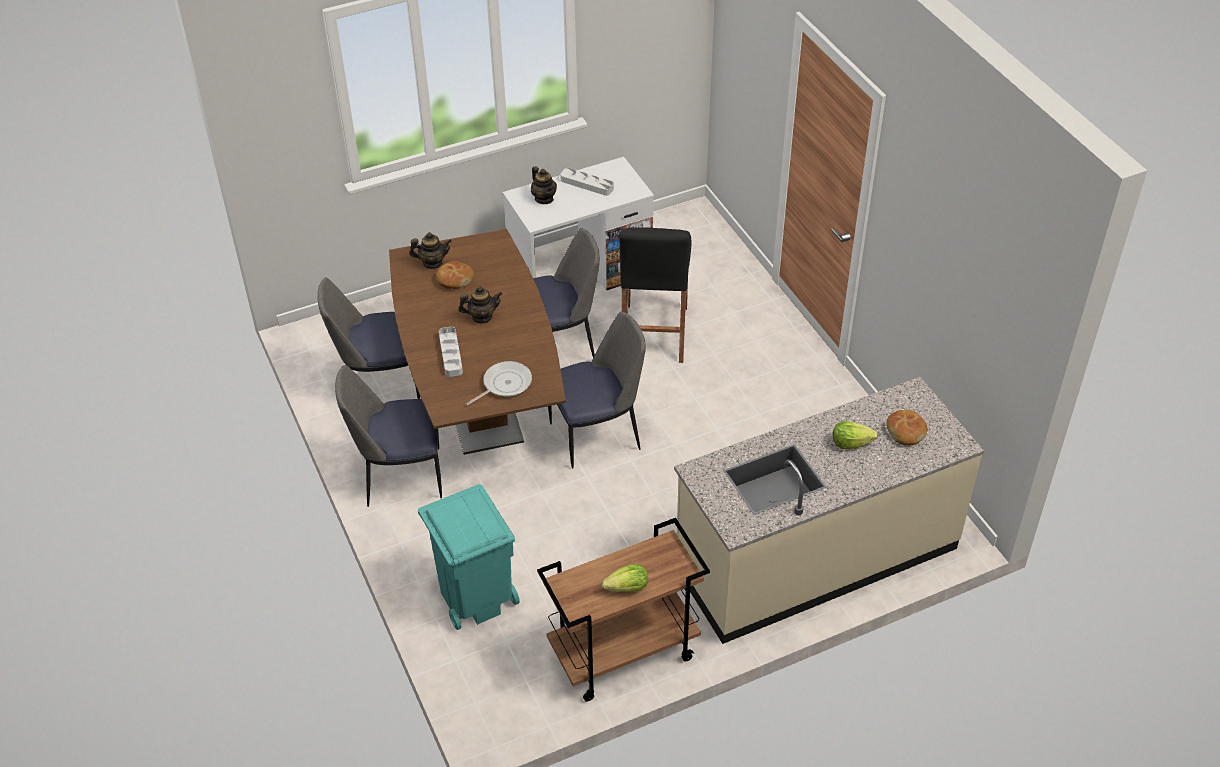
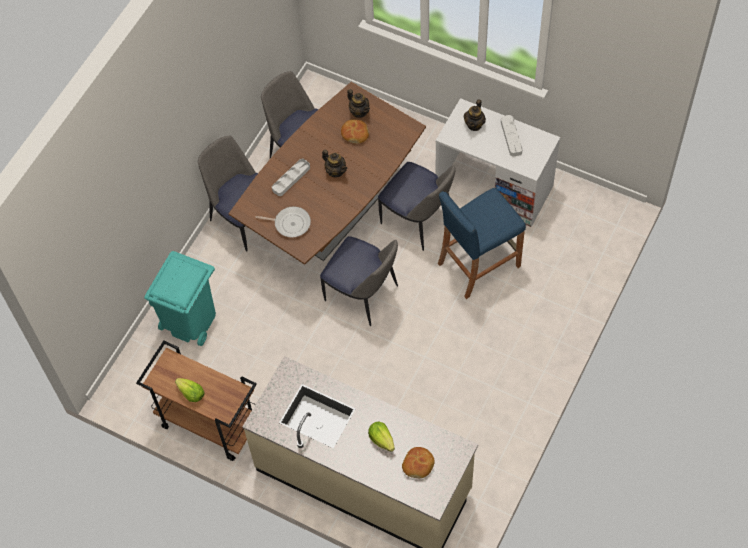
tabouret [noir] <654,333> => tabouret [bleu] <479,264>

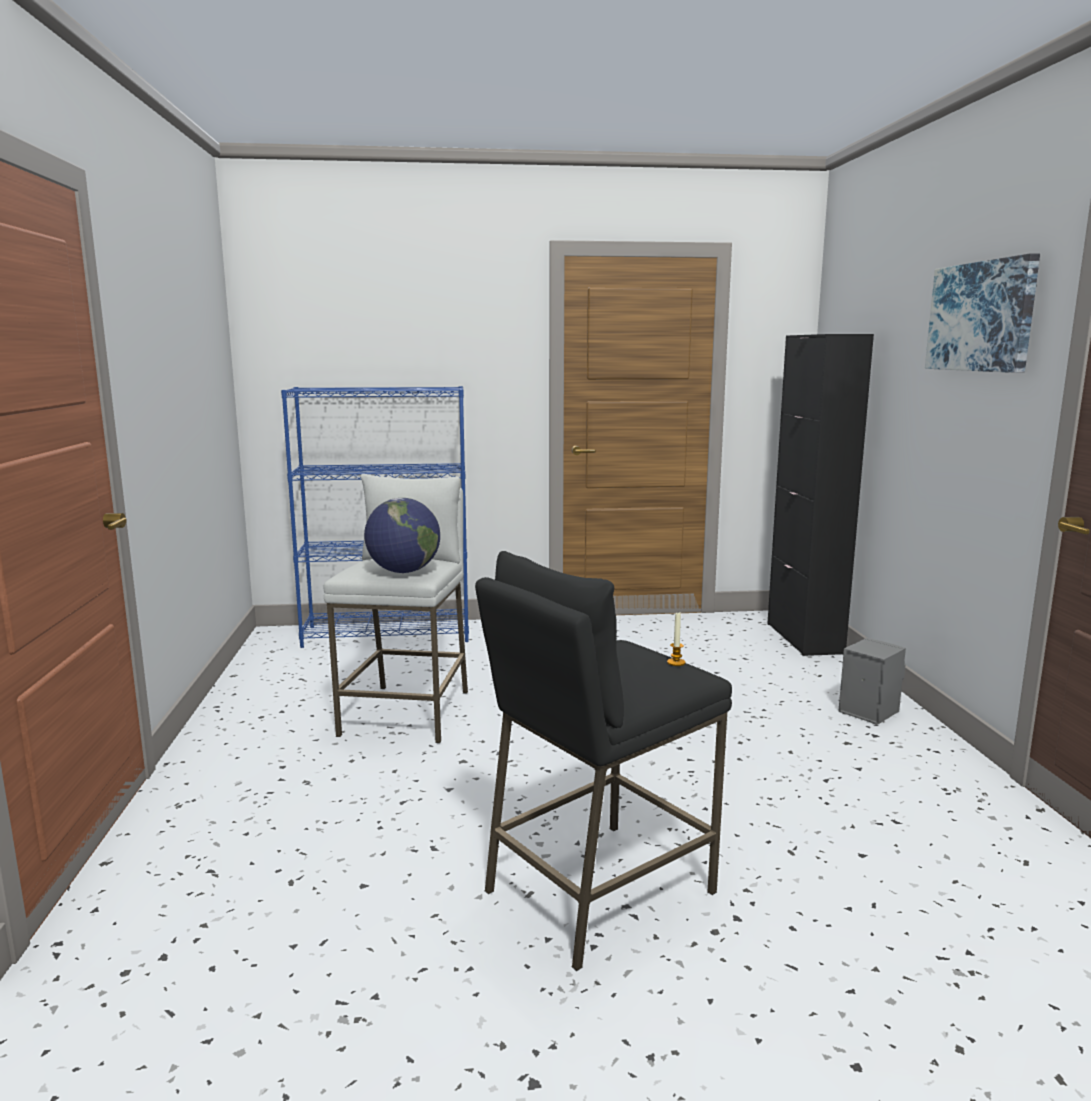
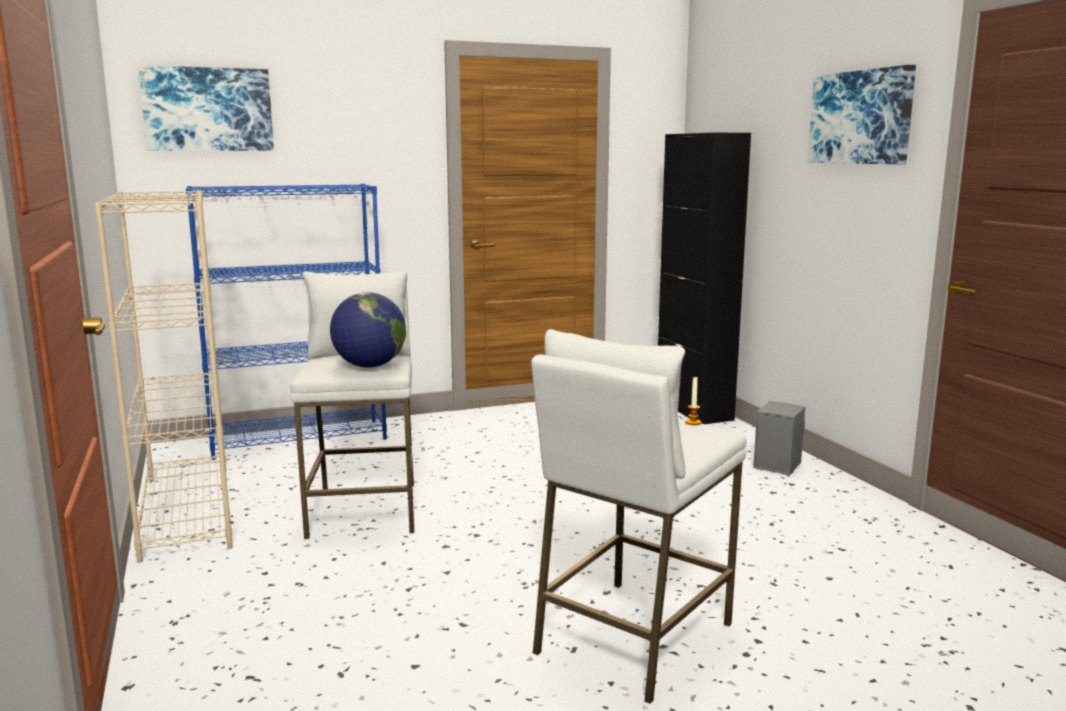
nothing => bibliothèque [beige] <186,510>
nothing => tableau <208,109>
tabouret [noir] <598,892> => tabouret [blanc] <632,638>

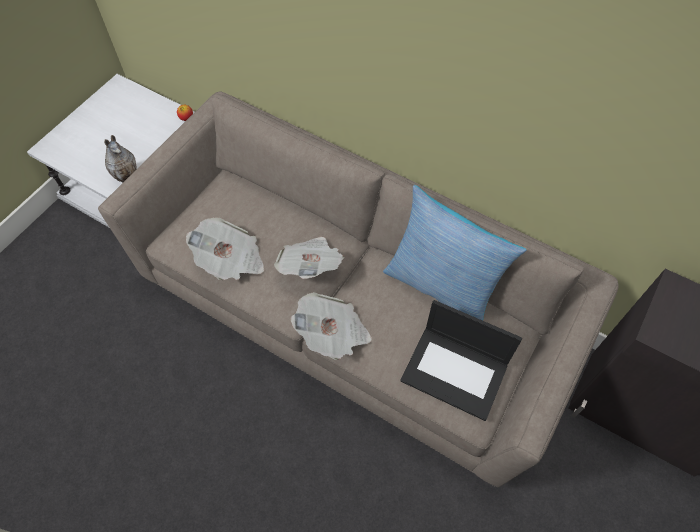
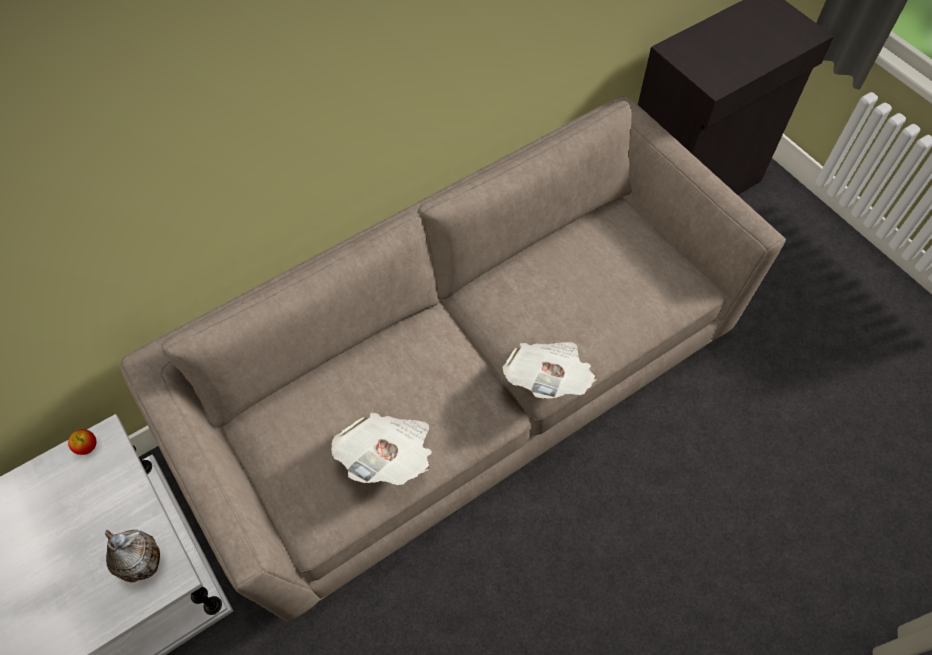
journal <310,266> => nothing
coussin <441,288> => nothing
ordinateur portable <456,372> => nothing

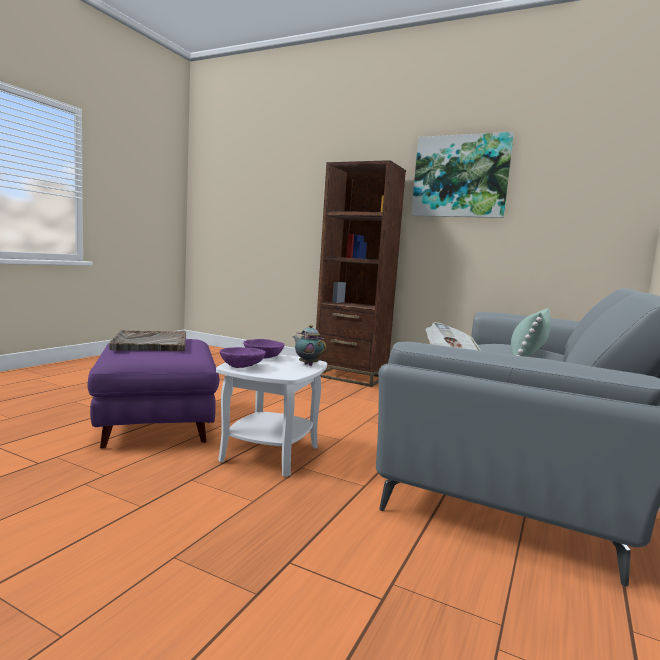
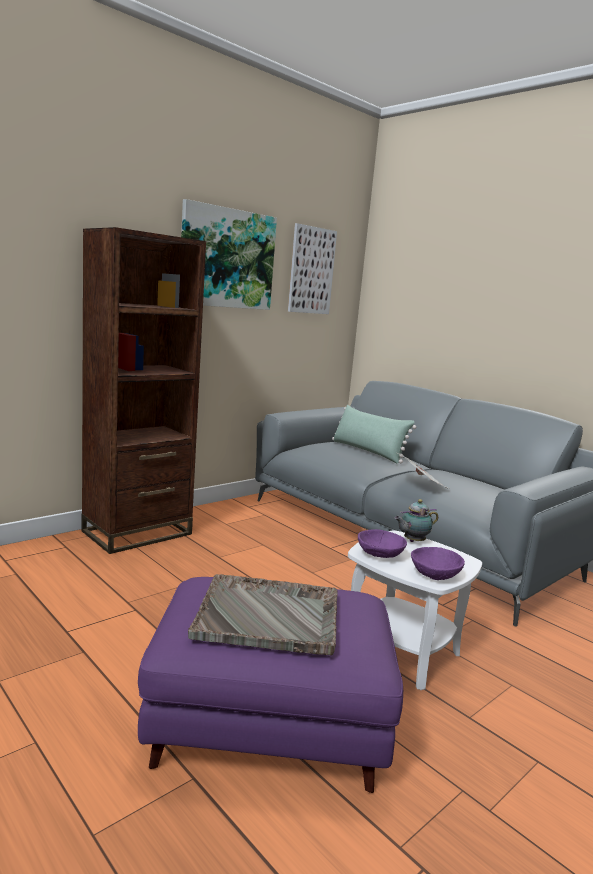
nothing => tableau <311,270>

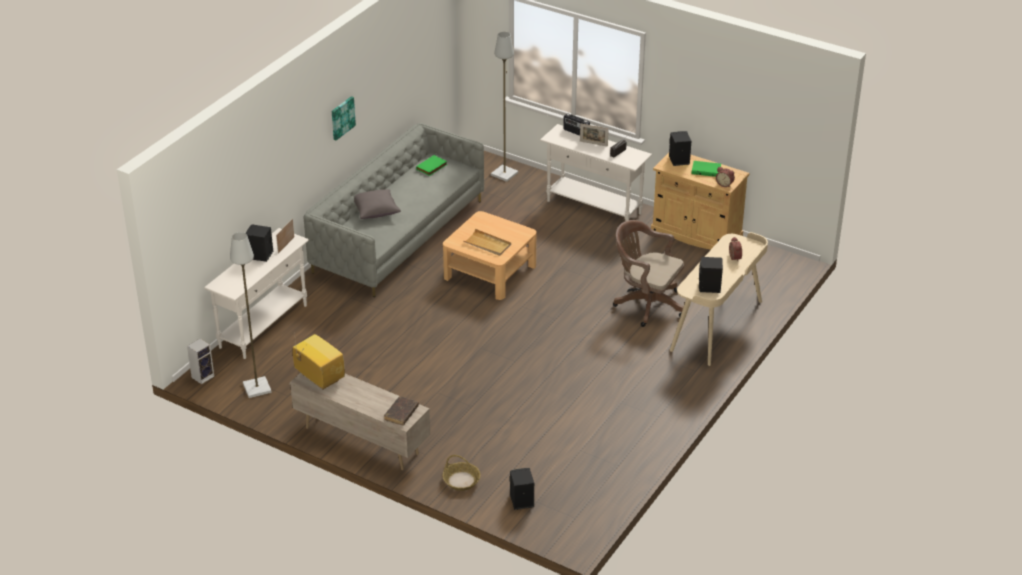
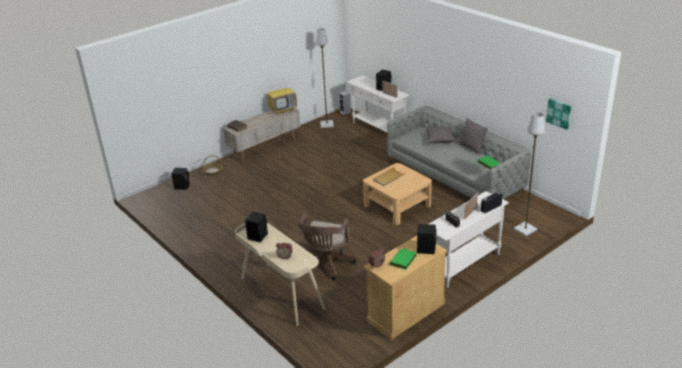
nothing => coussin [gris] <472,148>
tableau <342,117> => tableau <559,113>, moved
chaise de bureau [marron] <646,304> => chaise de bureau [marron] <326,265>, 150 degrees clockwise

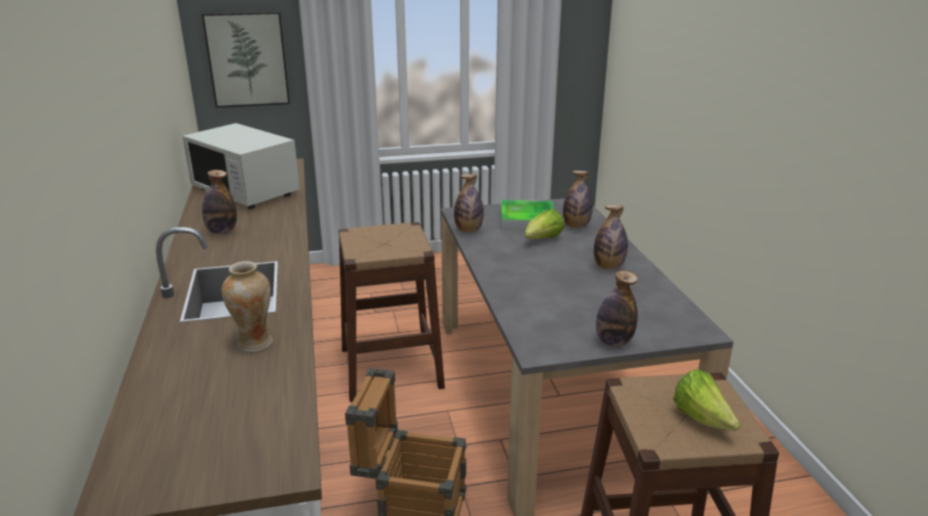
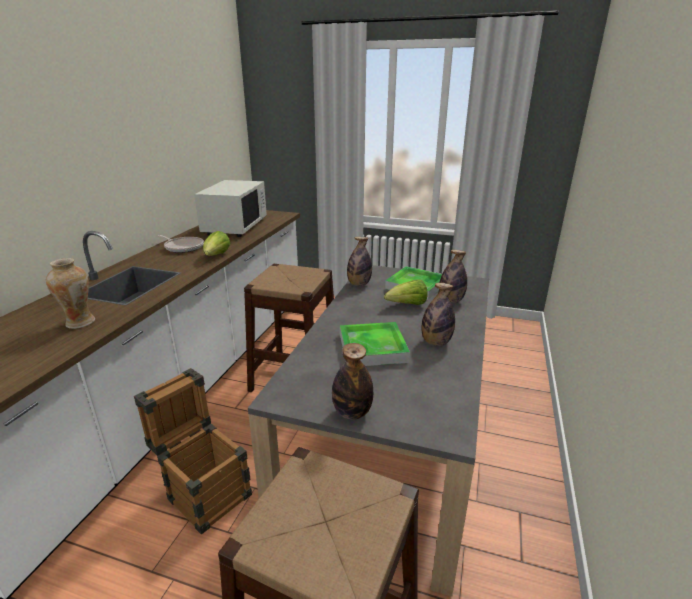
tableau <247,59> => nothing
nothing => plateau <372,348>
laitue <702,419> => laitue <216,256>, moved
bouteille <222,231> => poêle <183,247>
micro-ondes [blanc] <246,191> => micro-ondes [blanc] <235,226>, 150 degrees counterclockwise

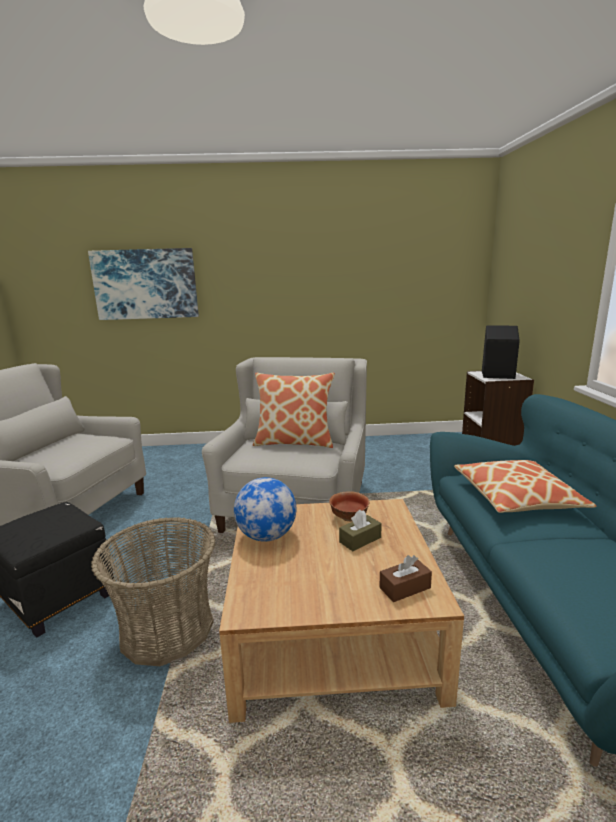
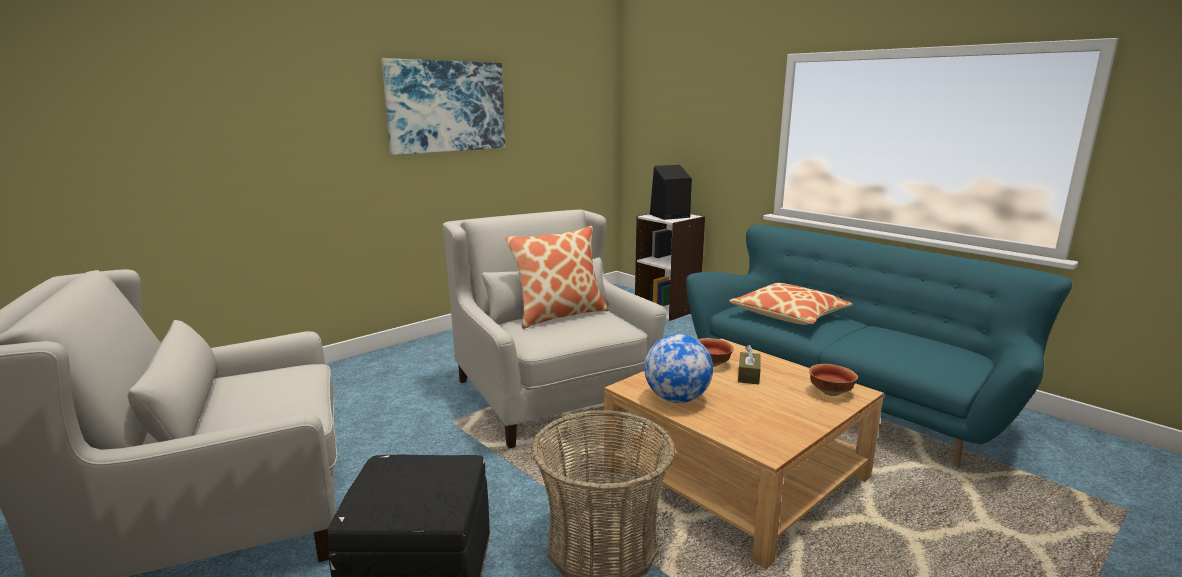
tableau <145,284> => tableau <446,106>, moved
boîte à mouchoirs [marron] <405,588> => bol <830,392>

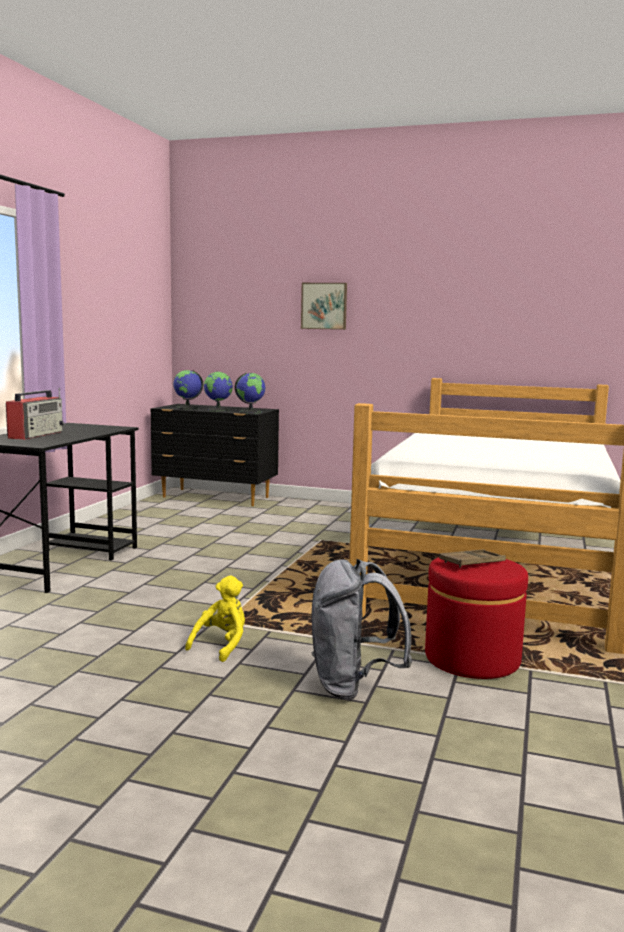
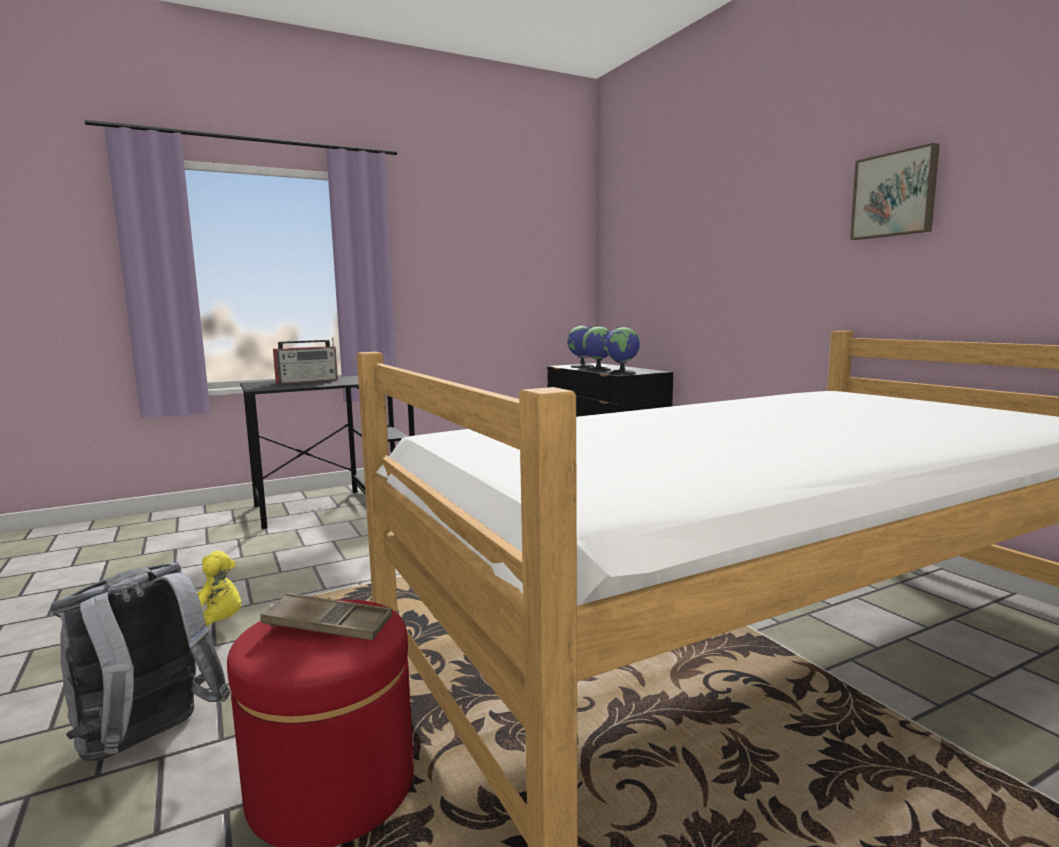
tableau <324,306> => tableau <895,195>, moved

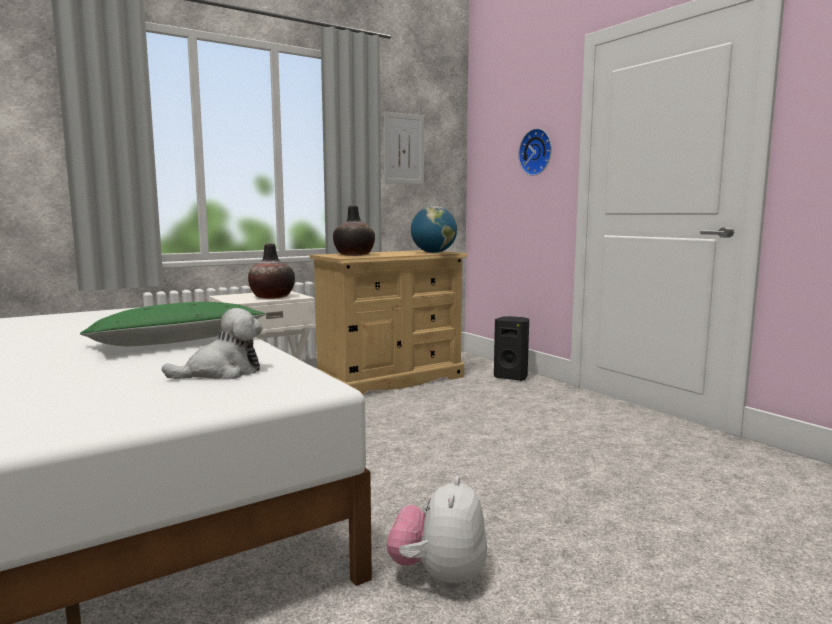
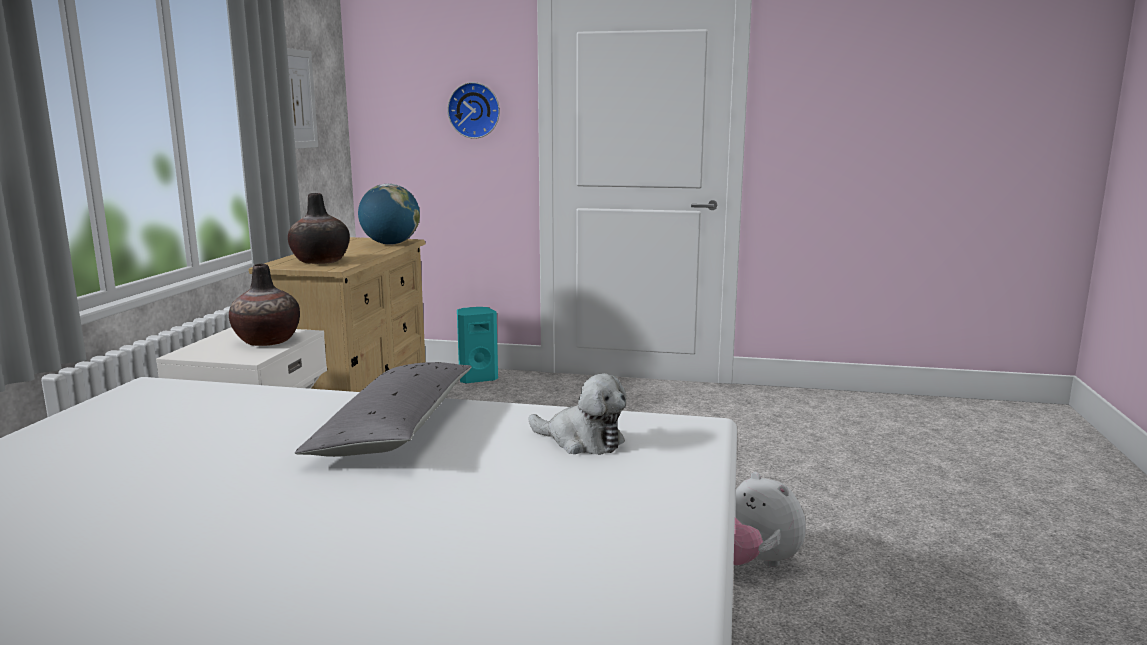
coussin [vert] <176,342> => coussin [gris] <394,429>
enceinte [noir] <512,377> => enceinte [turquoise] <477,378>
peluche <222,372> => peluche <582,441>, 105 degrees clockwise

